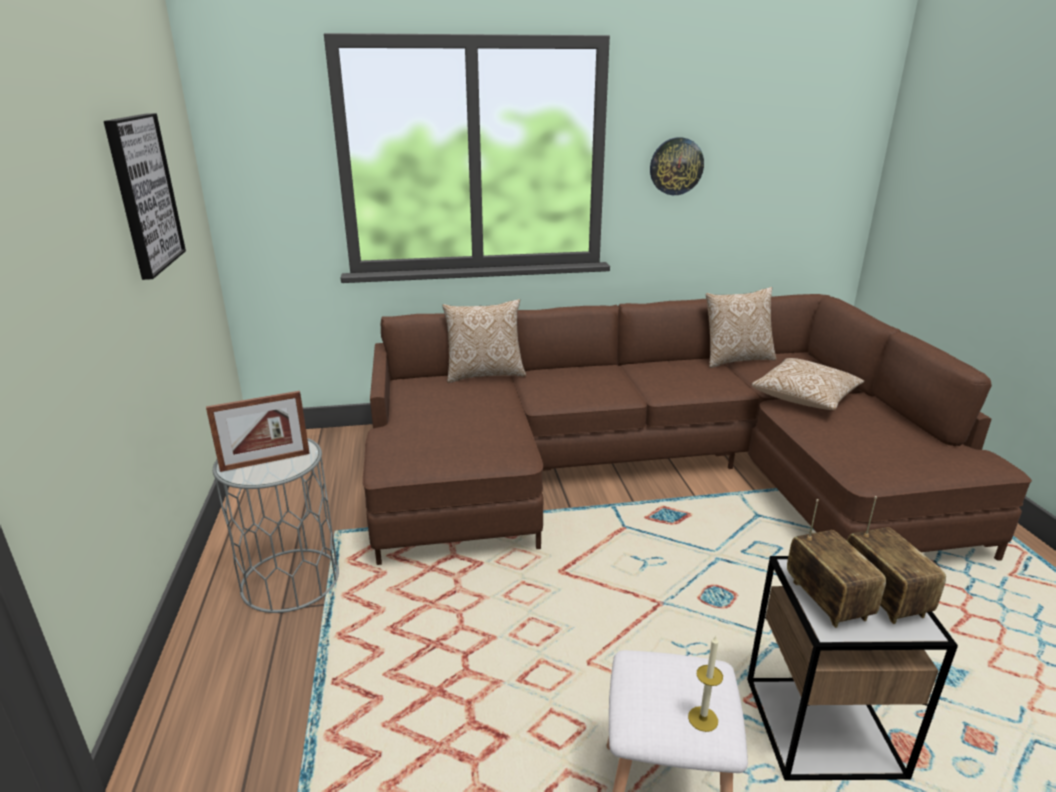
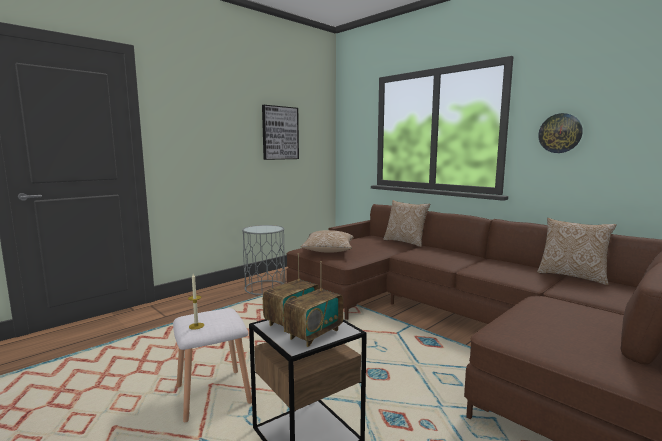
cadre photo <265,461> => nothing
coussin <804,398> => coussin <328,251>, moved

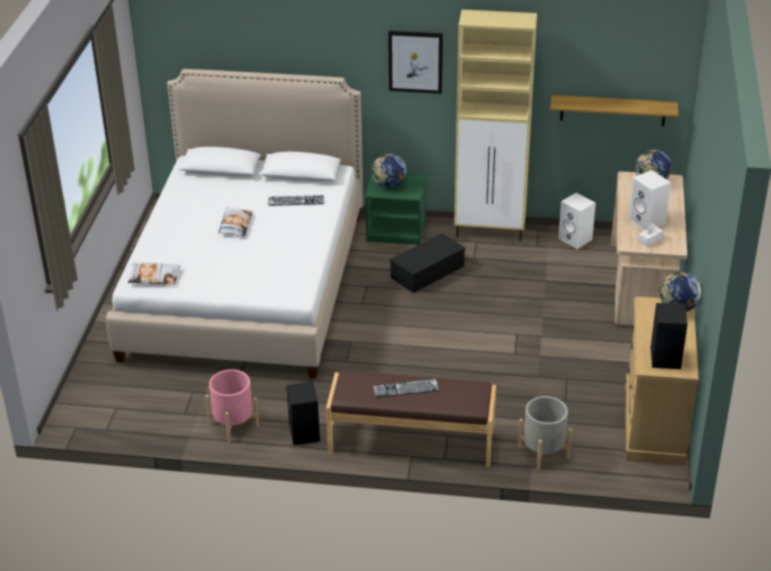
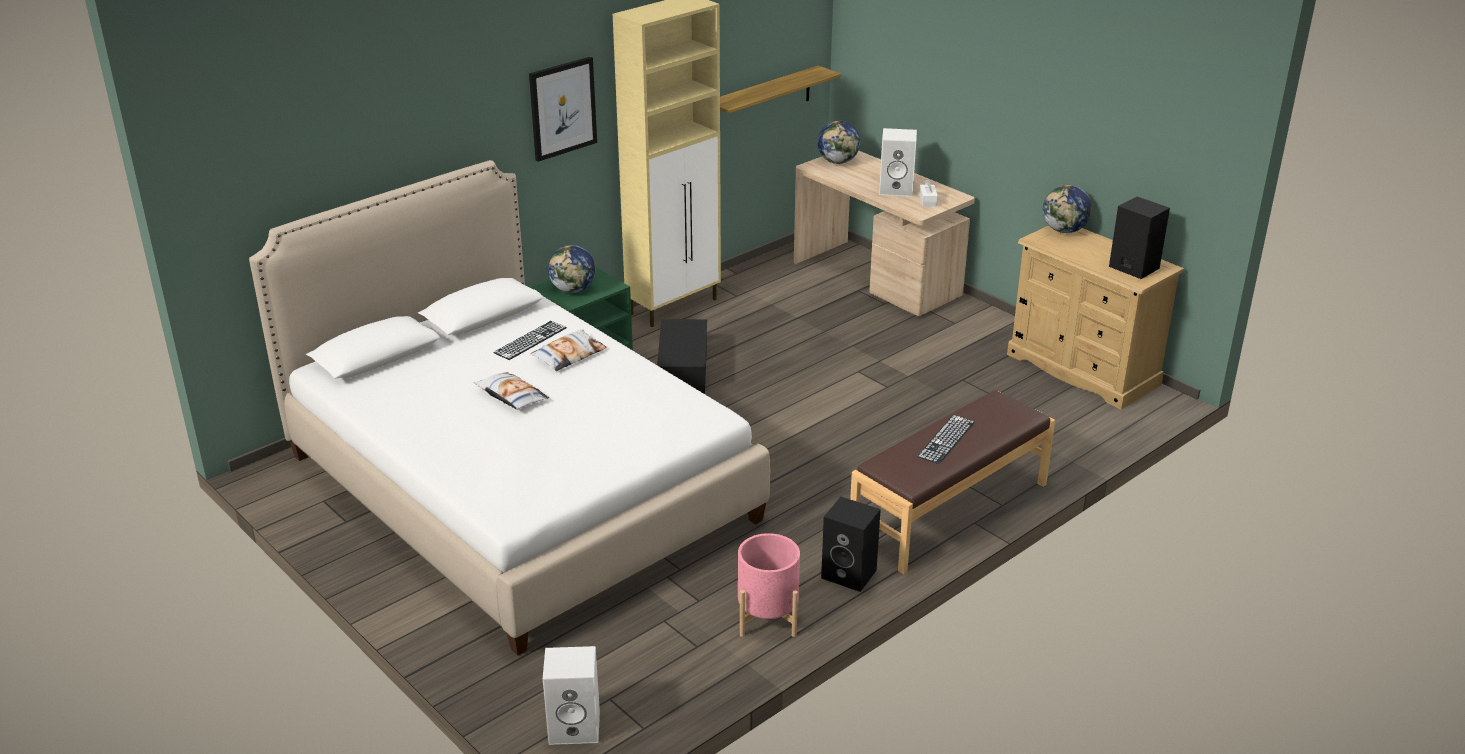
cache-pot [gris] <543,452> => nothing
coussin <154,277> => coussin <569,355>, moved
enceinte [blanc] <576,239> => enceinte [blanc] <576,726>, moved

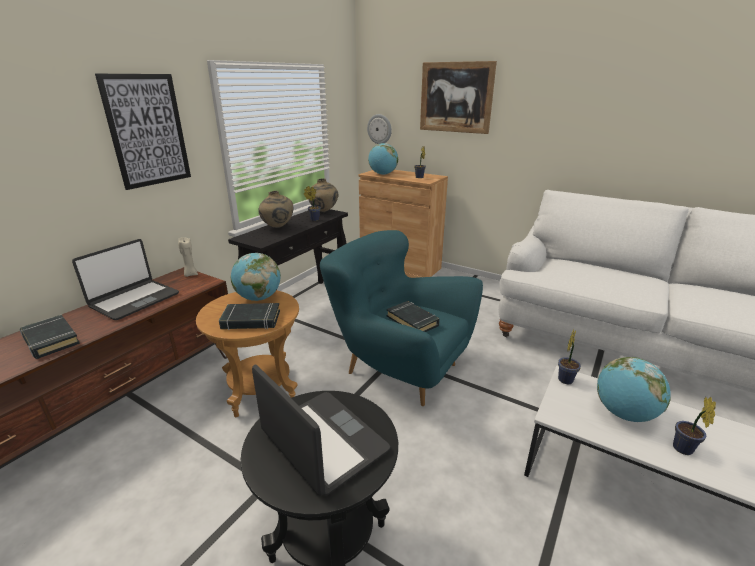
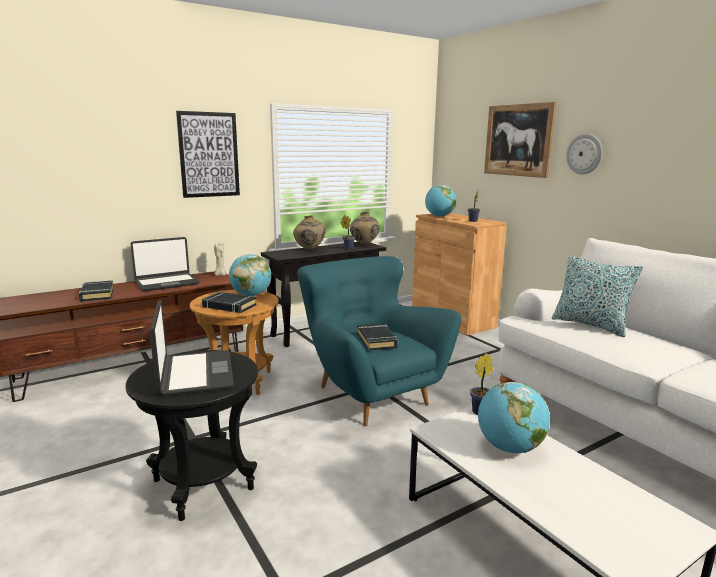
plante en pot <683,450> => nothing
nothing => coussin <590,325>
horloge murale <379,129> => horloge murale <584,154>, moved

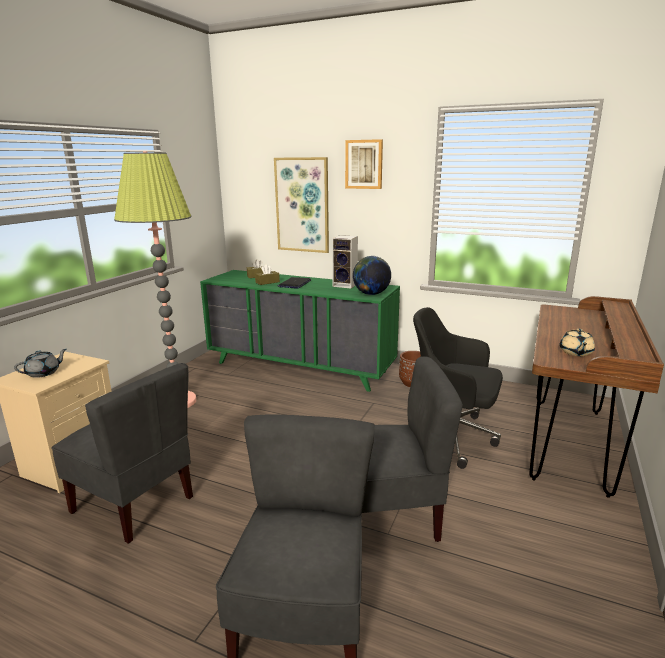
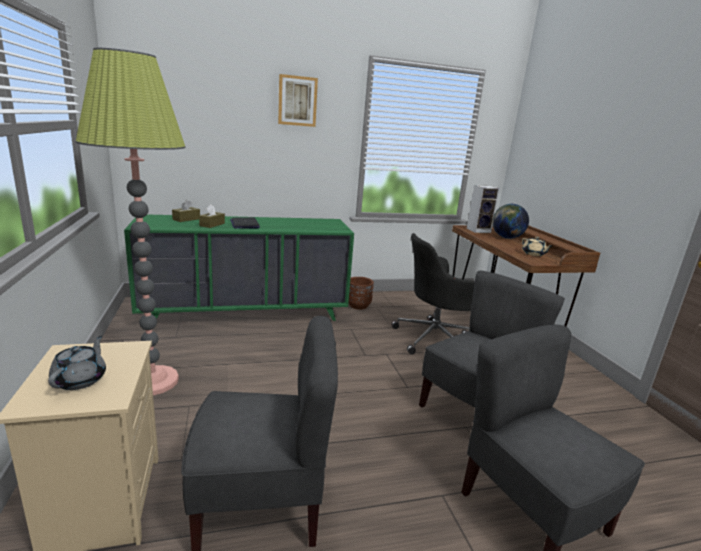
tableau <302,205> => nothing
enceinte <346,285> => enceinte <479,230>, moved
globe <371,294> => globe <506,238>, moved

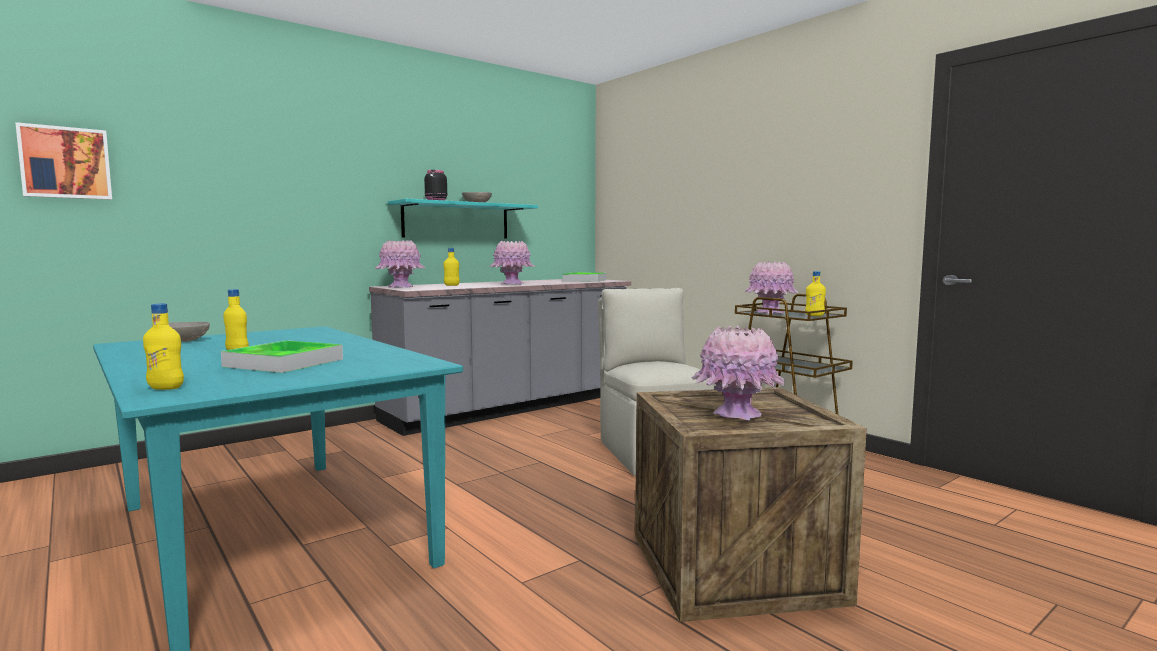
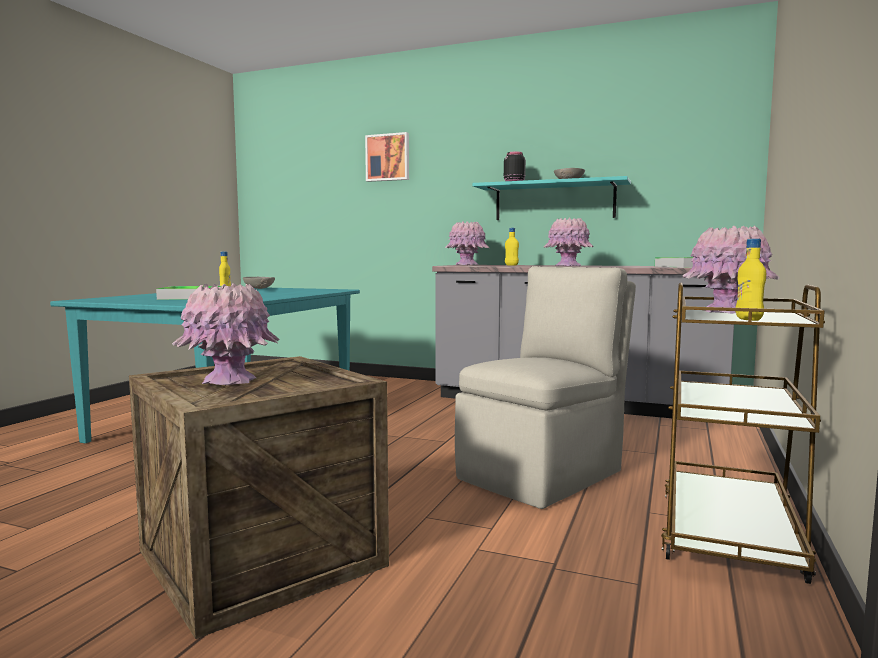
bouteille [jaune] <166,388> => nothing
tableau <65,163> => tableau <388,157>, moved

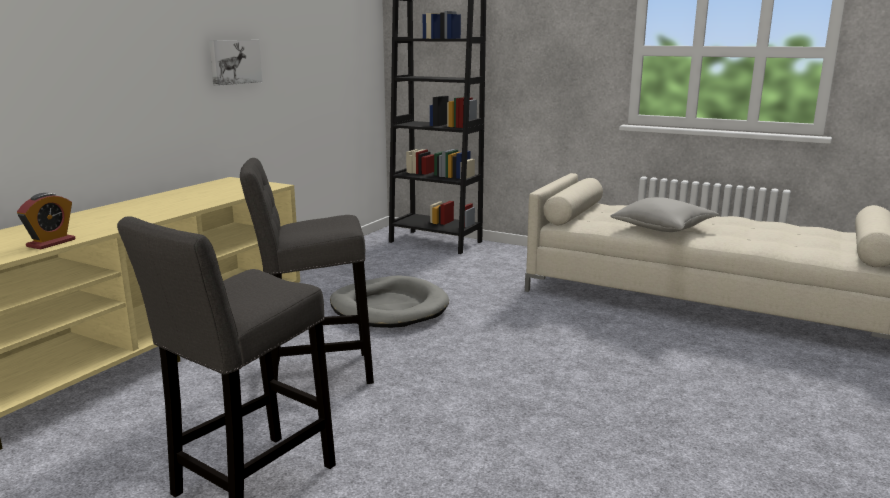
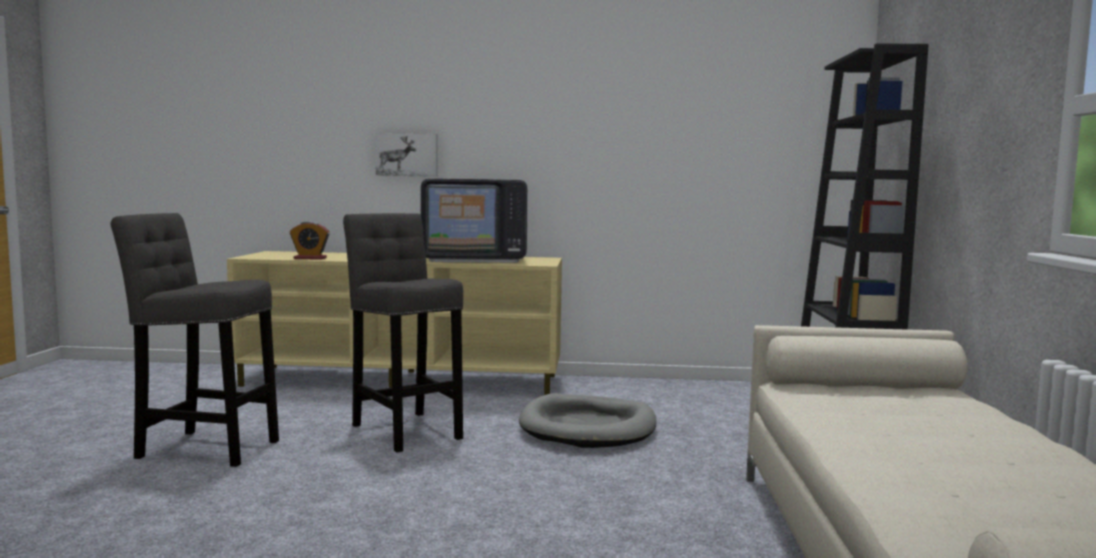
coussin [gris] <663,228> => nothing
nothing => téléviseur <474,259>
tableau <234,61> => tableau <407,155>, moved

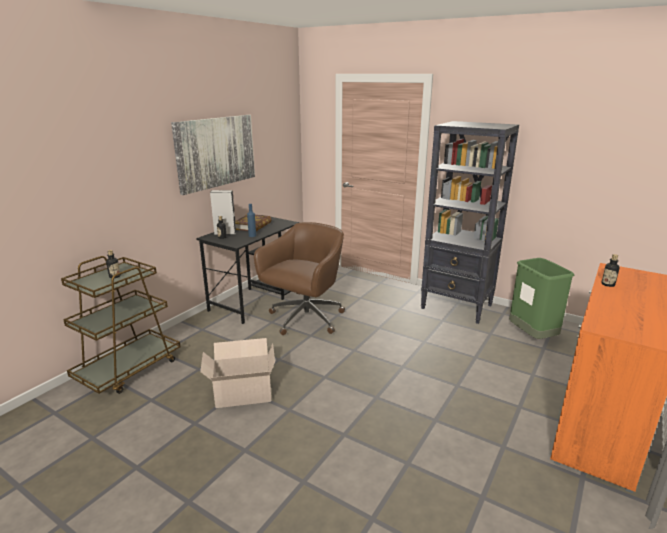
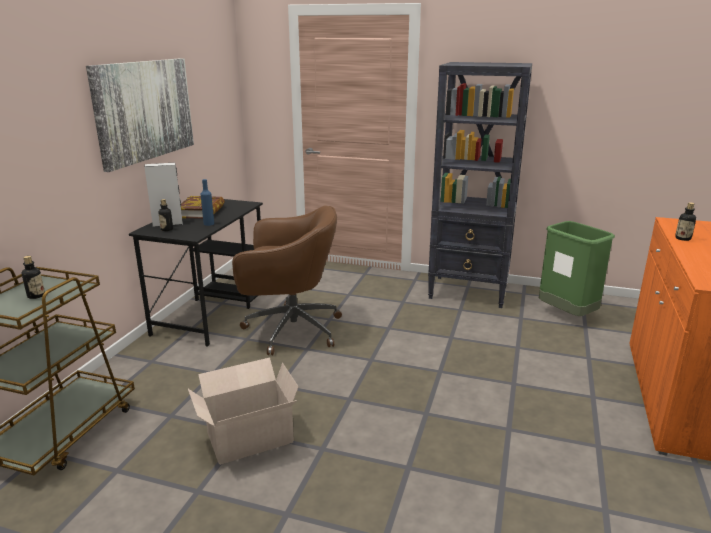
chaise de bureau [marron] <305,319> => chaise de bureau [marron] <290,329>, 75 degrees clockwise

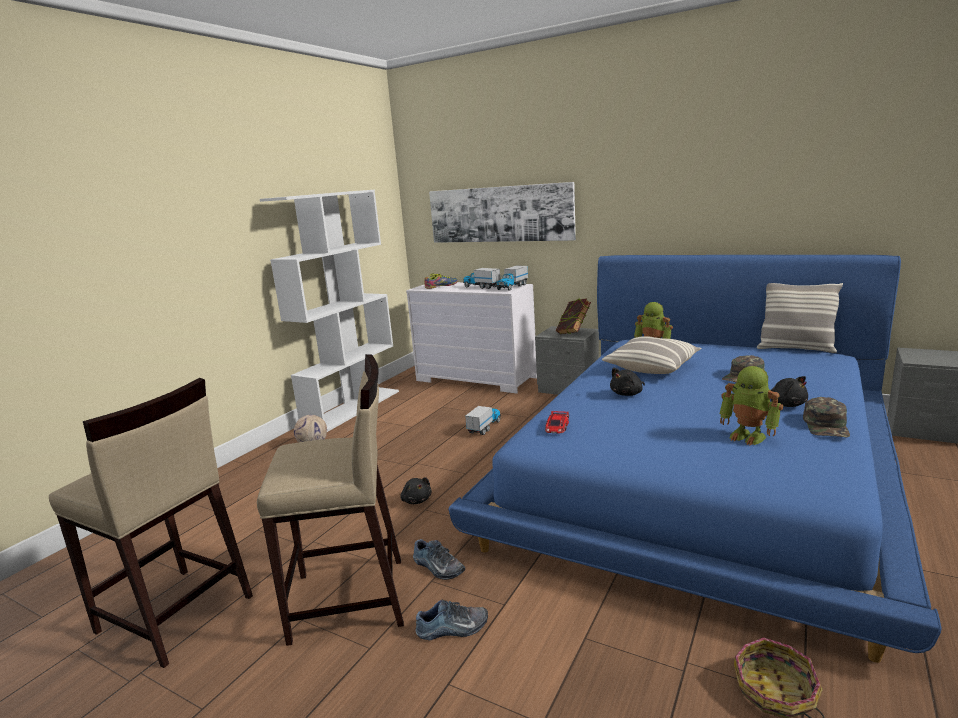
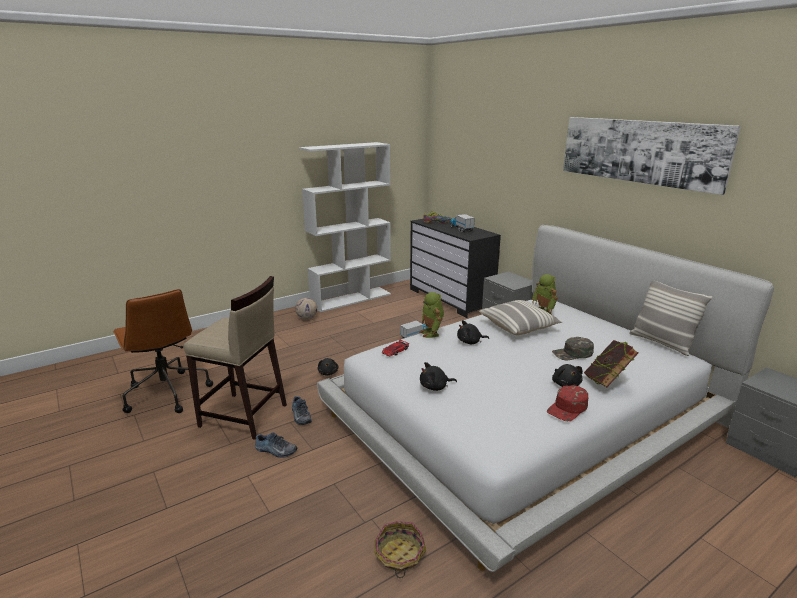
camion jouet <512,287> => nothing
nothing => peluche [noir] <435,387>
tableau <499,214> => tableau <640,151>, moved
livre <573,333> => livre <607,382>, moved
robot jouet <748,436> => robot jouet <432,333>, moved
tabouret [beige] <175,615> => chaise de bureau [marron] <166,393>
commode [blanc] <476,379> => commode [noir] <451,298>
lit [bleu] <698,471> => lit [blanc] <524,415>
casquette [vert] <826,425> => casquette [rouge] <568,408>

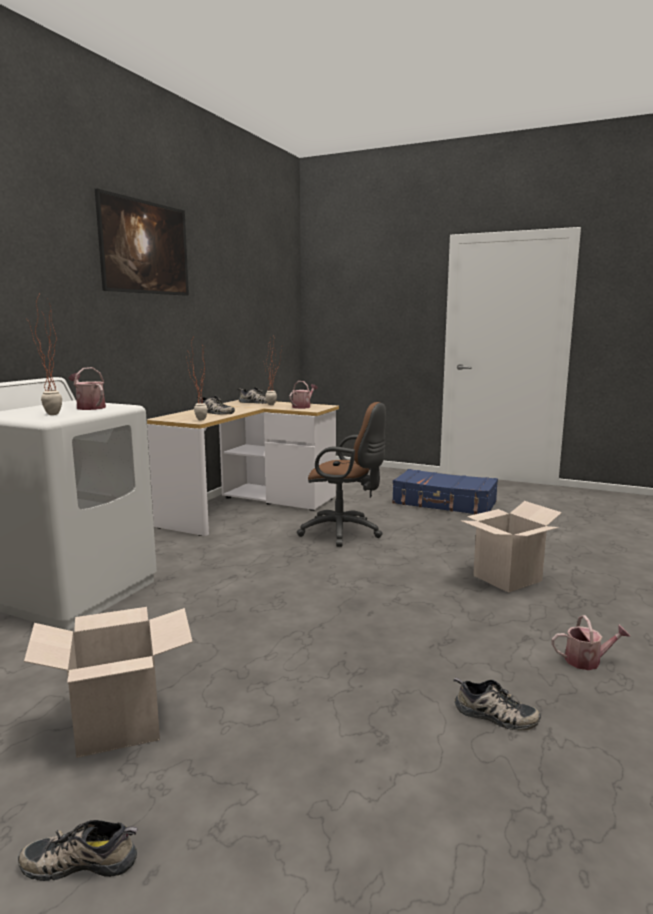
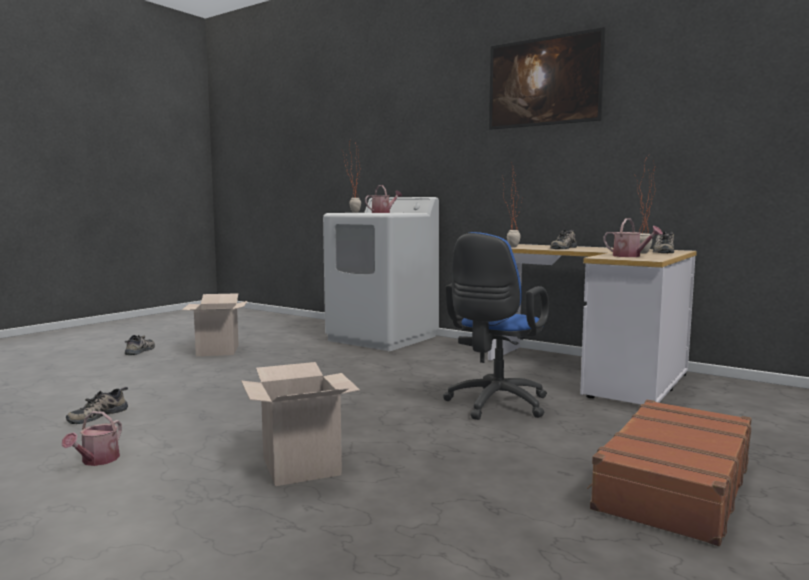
chaise de bureau [marron] <344,533> => chaise de bureau [bleu] <494,405>
valise [bleu] <444,503> => valise [marron] <673,485>

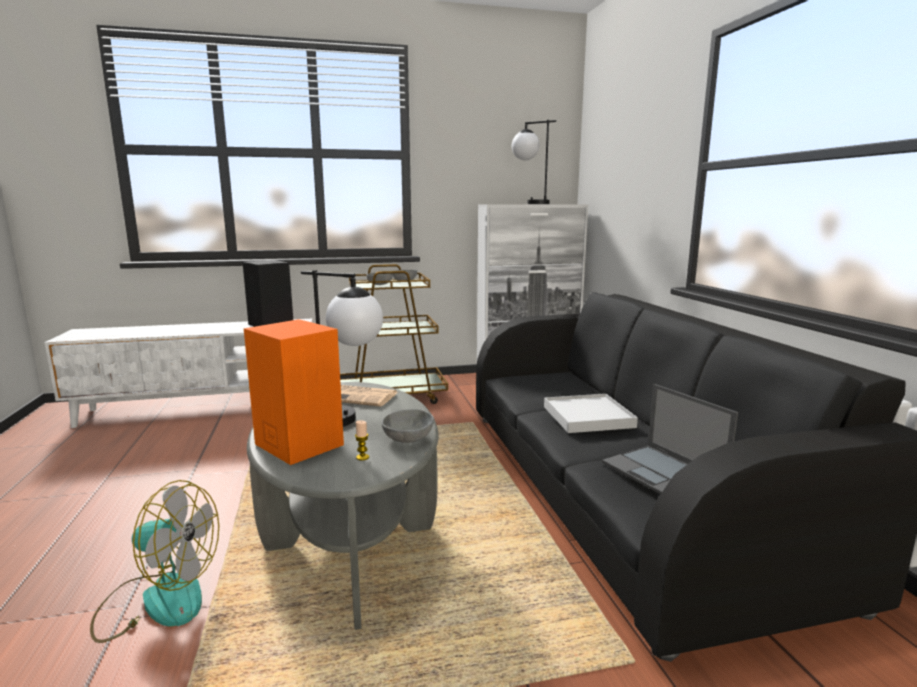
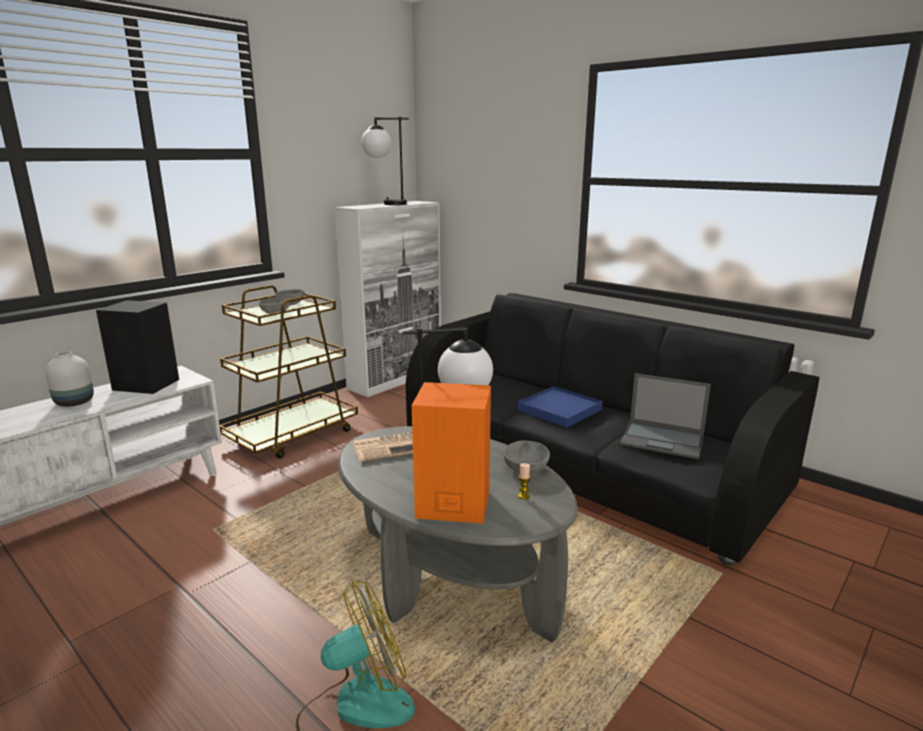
nothing => vase [blanc] <75,402>
plateau [blanc] <588,417> => plateau [bleu] <559,410>

